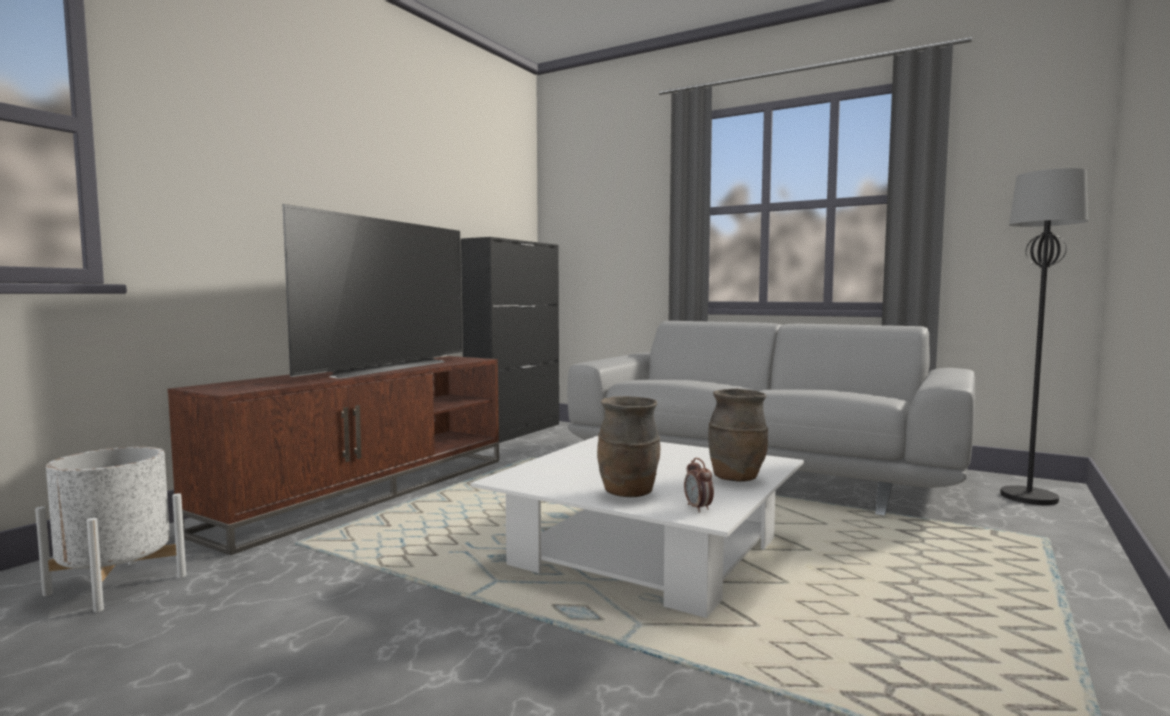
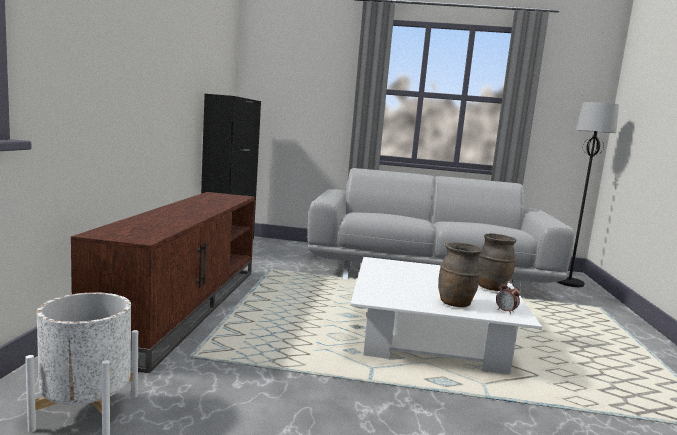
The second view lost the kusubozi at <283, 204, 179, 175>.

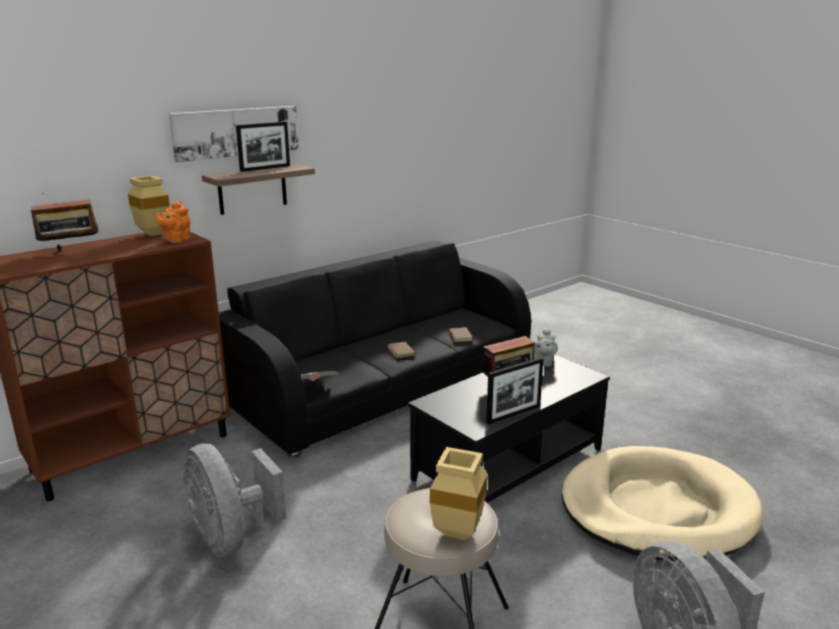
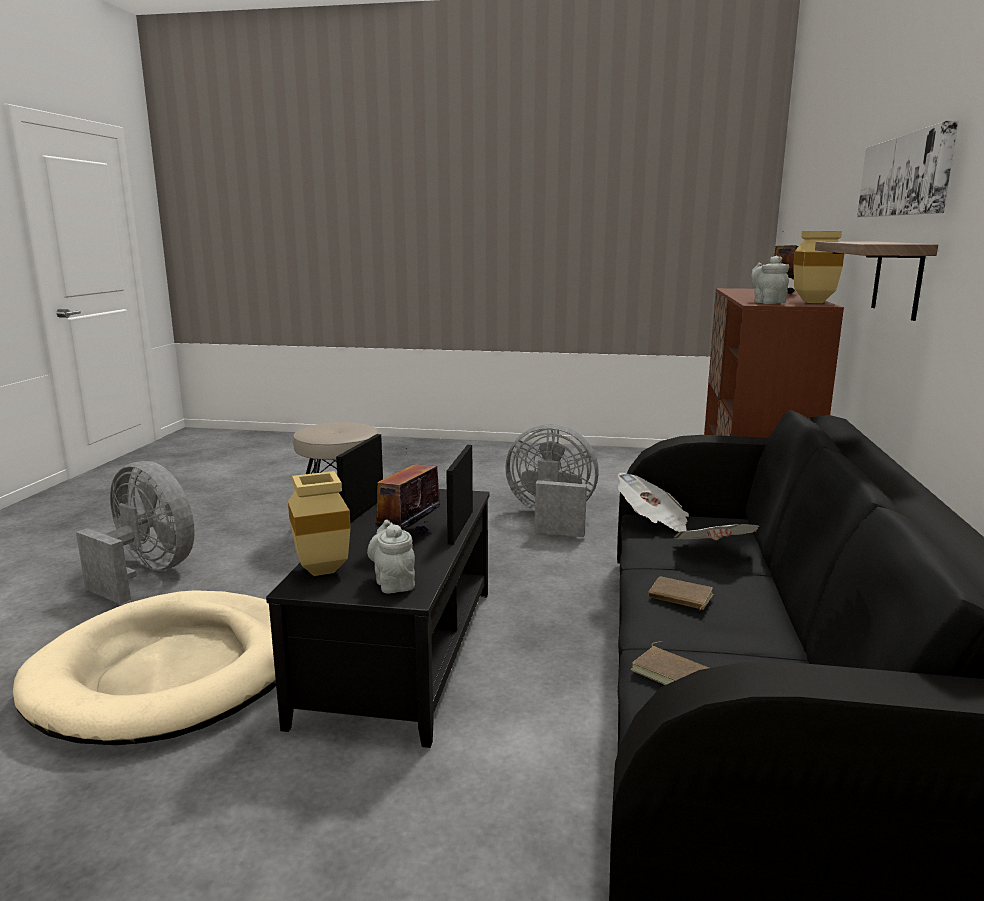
What was the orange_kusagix at <156, 201, 34, 42> turned into the grey_kusagix at <751, 256, 38, 48>. The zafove ended up elsewhere, having gone from <236, 122, 54, 50> to <446, 445, 27, 100>. The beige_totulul ended up elsewhere, having gone from <430, 447, 58, 93> to <288, 471, 63, 105>. The second view gained the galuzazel at <674, 524, 85, 17>.

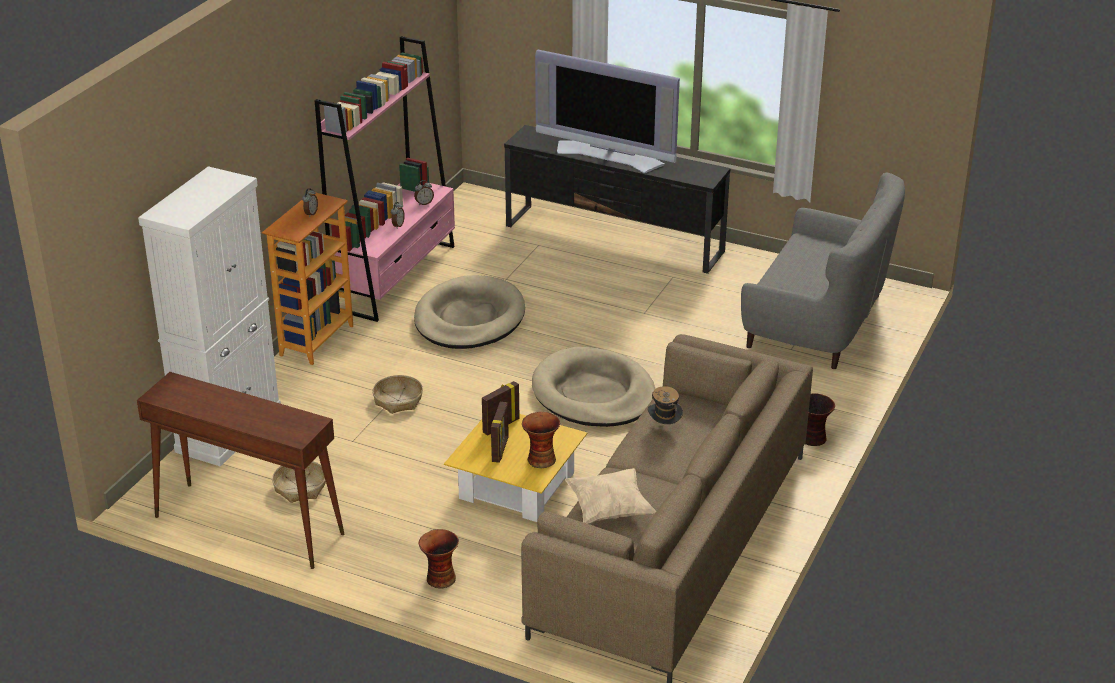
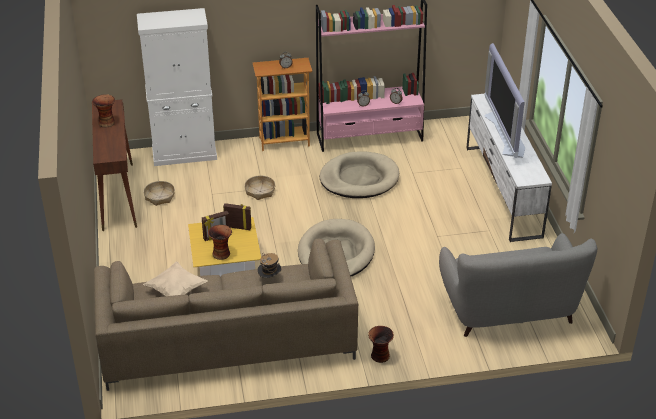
The totulul ended up elsewhere, having gone from <419, 529, 40, 60> to <92, 94, 23, 33>. What was the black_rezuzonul at <504, 125, 227, 149> turned into the white_rezuzonul at <466, 94, 86, 148>.

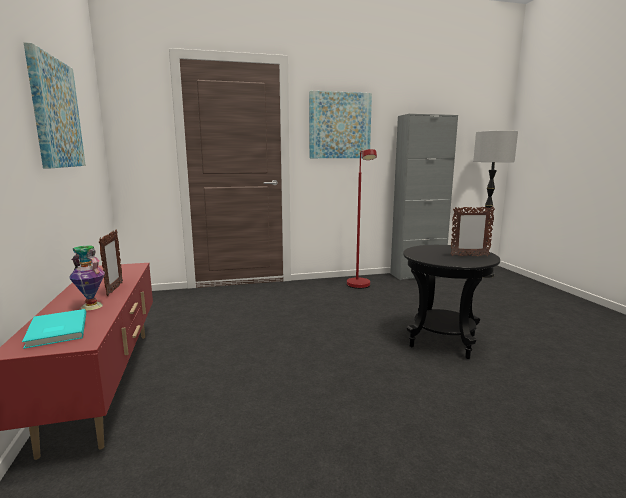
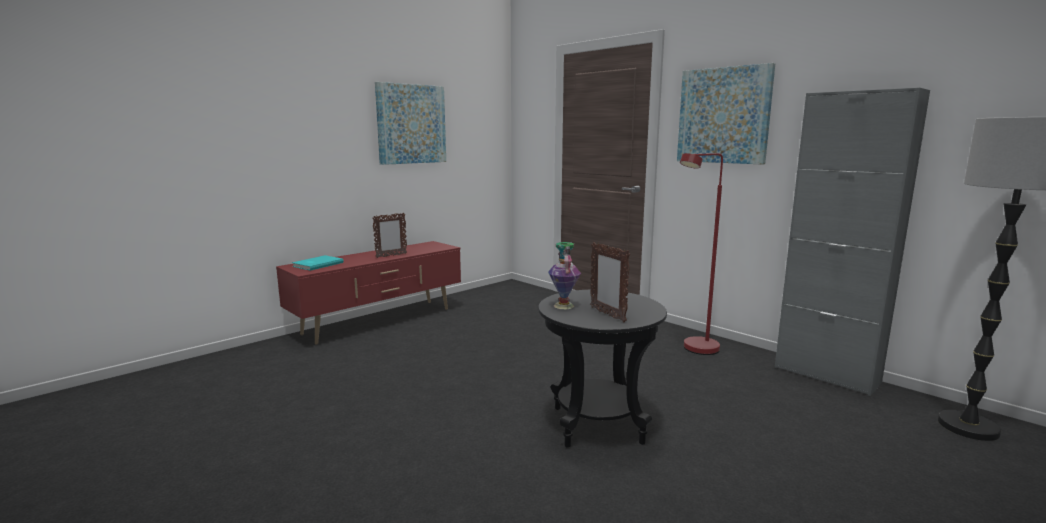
The totulul ended up elsewhere, having gone from <69, 246, 36, 64> to <548, 242, 33, 67>.

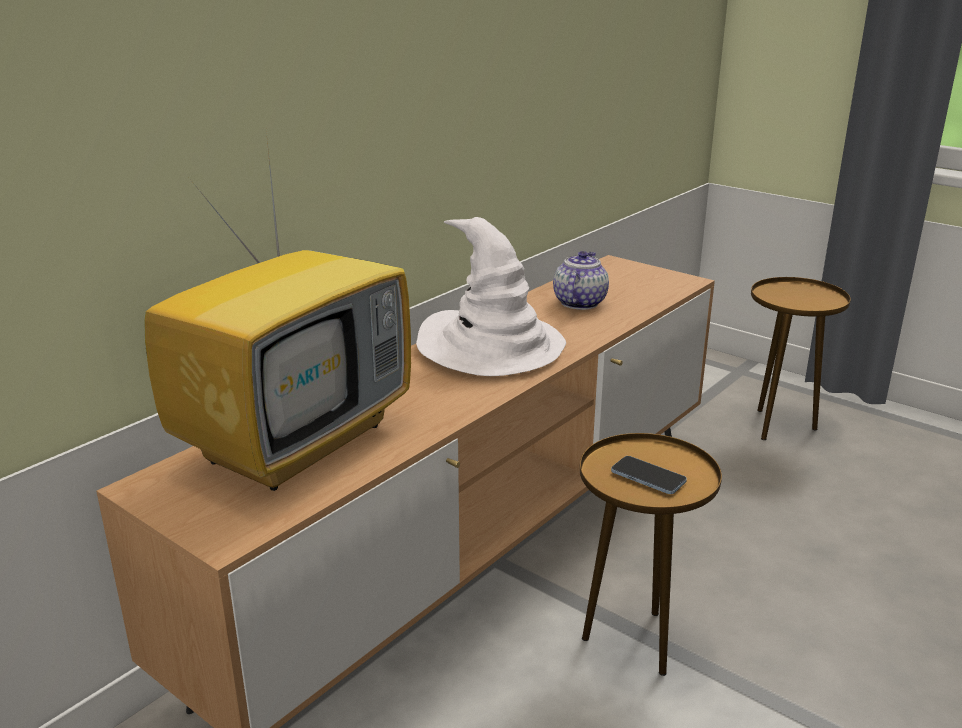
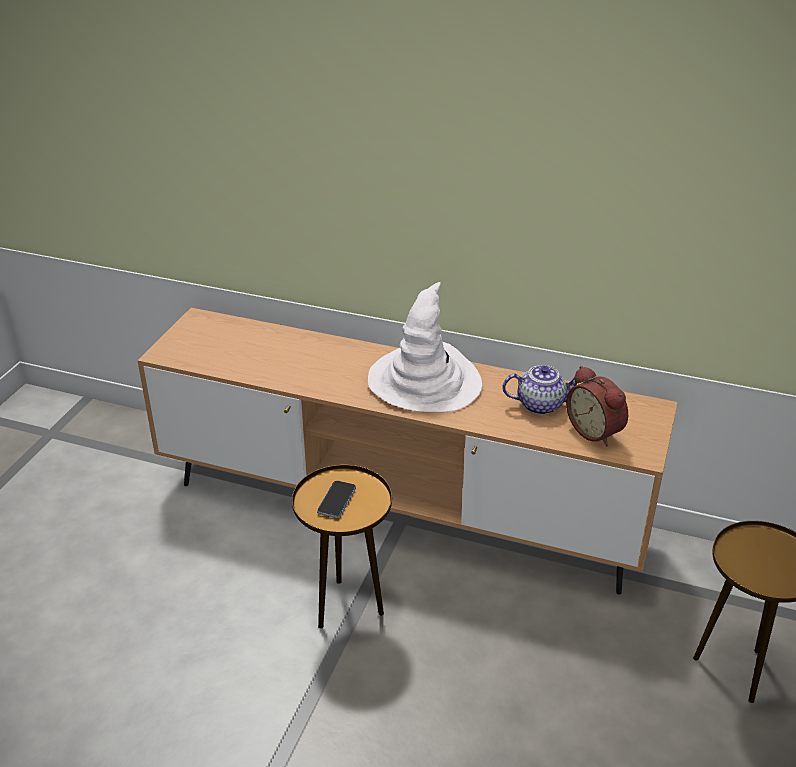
The second view lost the kusubozi at <144, 132, 267, 359>. The second view gained the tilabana at <566, 366, 62, 80>.

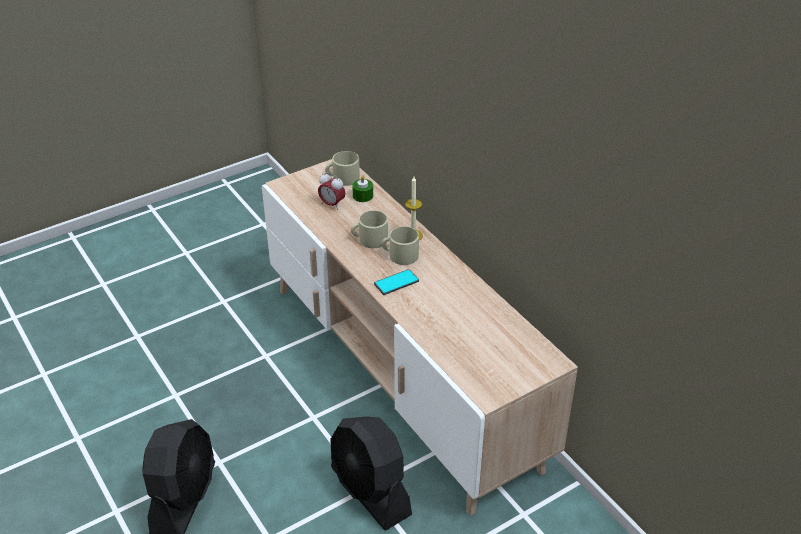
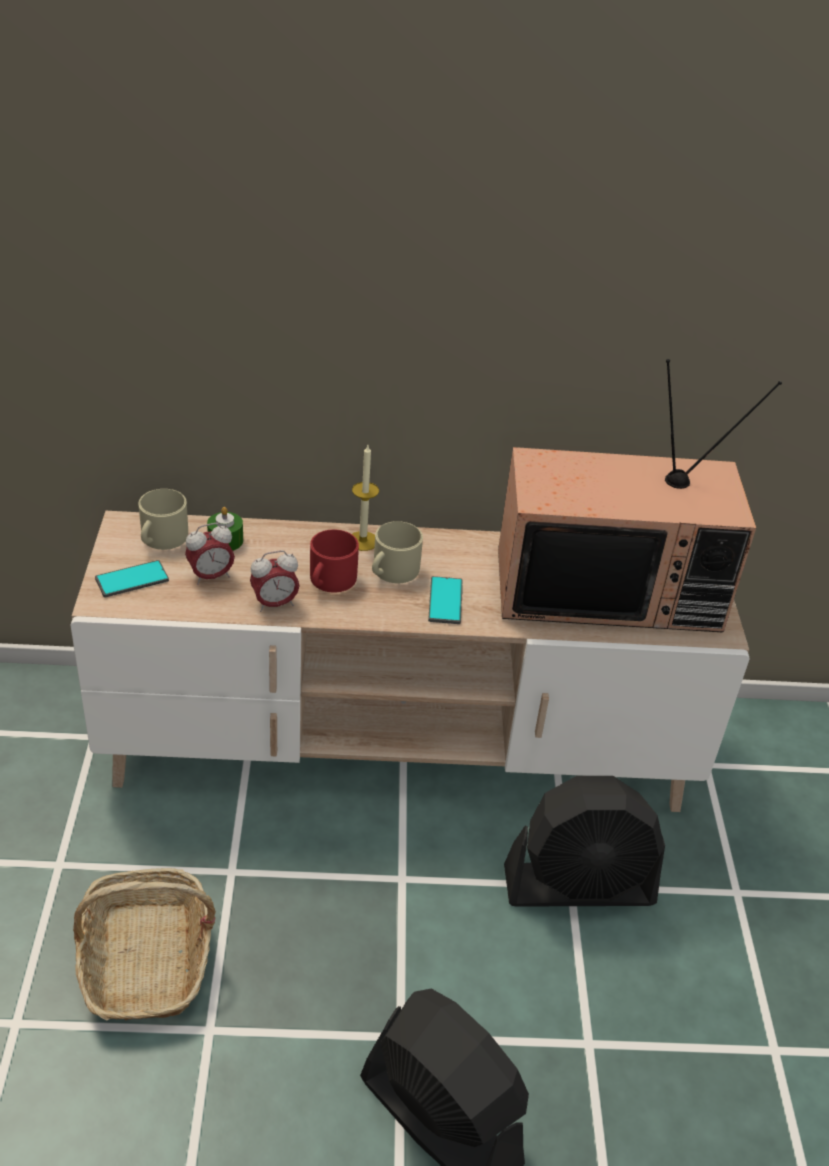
What was the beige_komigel at <351, 211, 37, 37> turned into the red_komigel at <310, 529, 49, 63>. The second view gained the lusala at <73, 868, 143, 152>. The second view gained the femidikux at <95, 560, 74, 37>. The second view gained the tilabana at <250, 550, 50, 62>. The second view gained the kusubozi at <498, 359, 284, 273>.

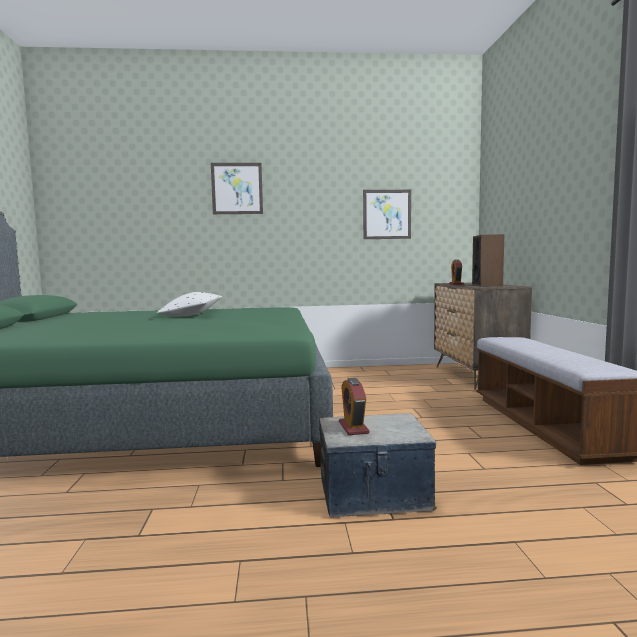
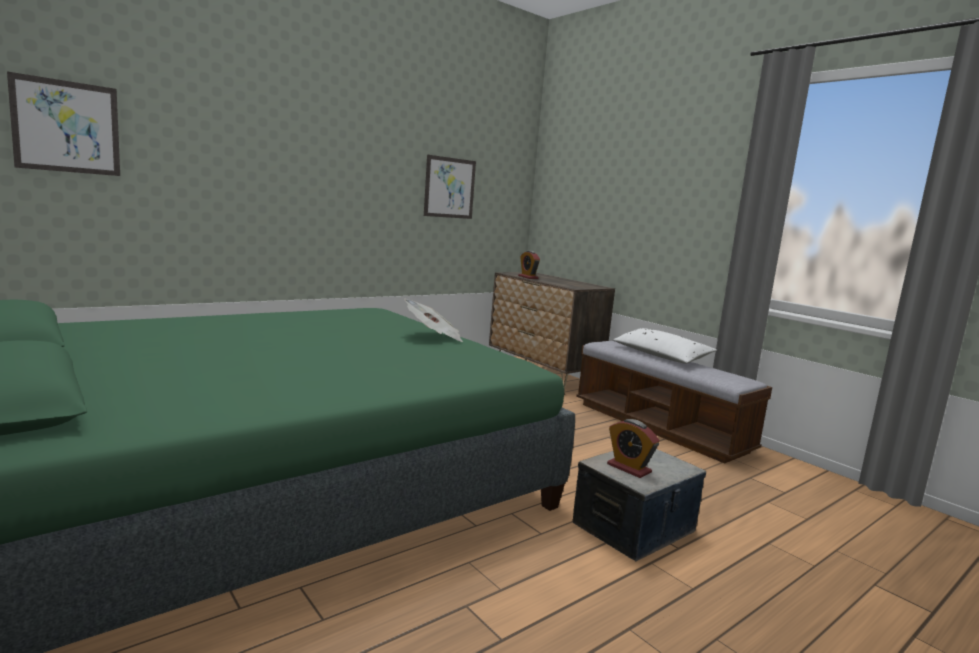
The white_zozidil ended up elsewhere, having gone from <157, 292, 65, 25> to <613, 328, 104, 36>. The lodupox ended up elsewhere, having gone from <211, 163, 52, 51> to <7, 71, 113, 105>. The second view lost the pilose at <472, 234, 32, 53>. The second view gained the galuzazel at <404, 298, 59, 44>.

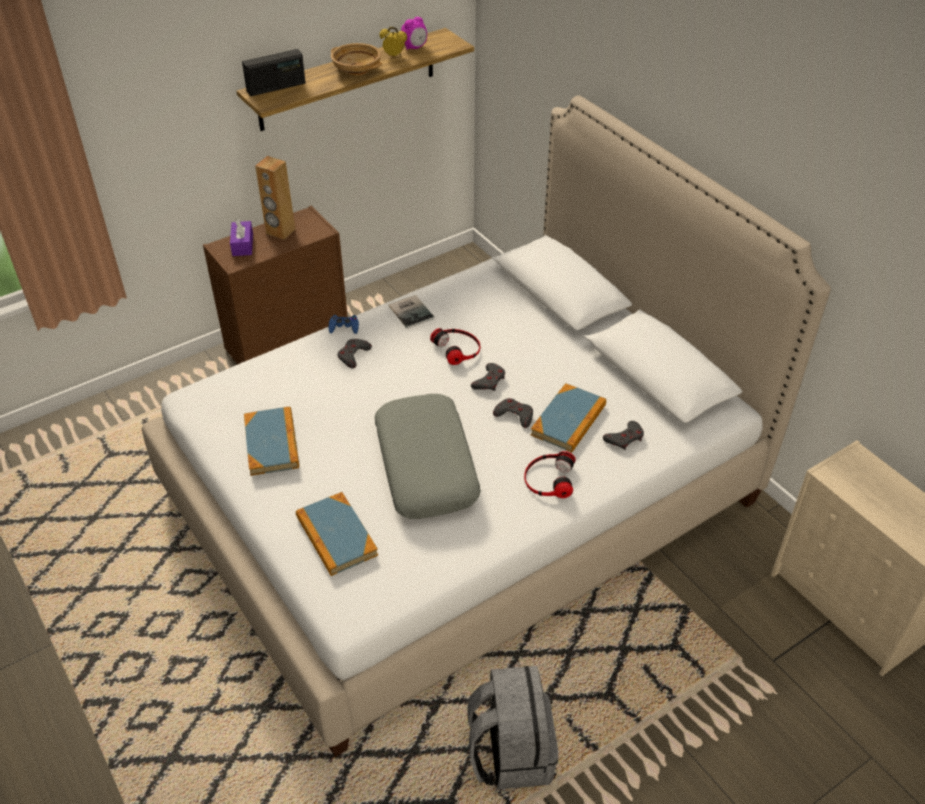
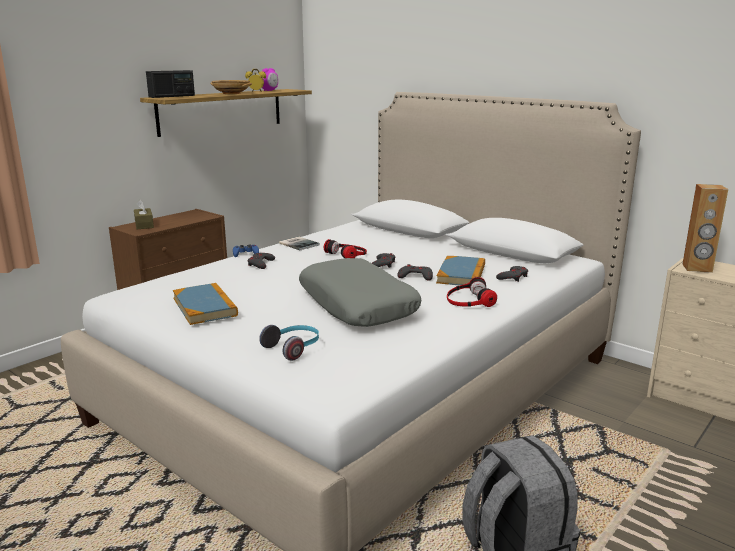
What was the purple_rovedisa at <230, 219, 23, 37> turned into the brown_rovedisa at <134, 200, 20, 29>. The brown_pilose ended up elsewhere, having gone from <255, 156, 40, 84> to <682, 184, 46, 89>. Where the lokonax stood at <296, 492, 82, 84>, the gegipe came to stand at <259, 325, 60, 36>.

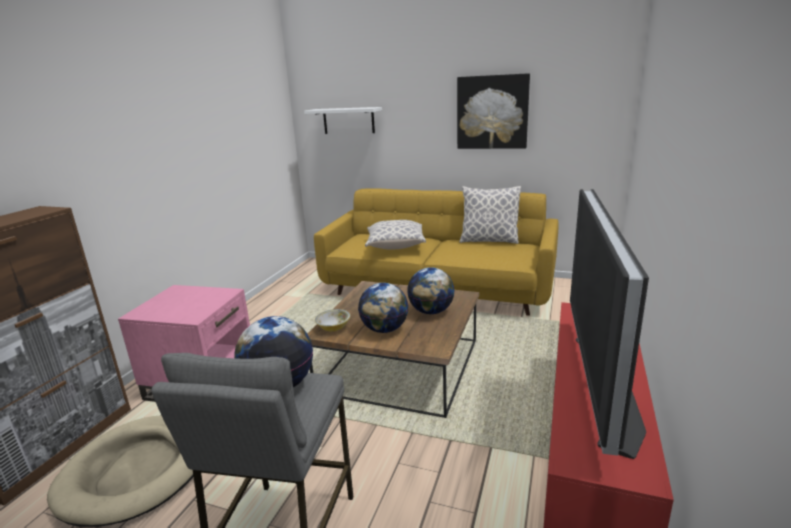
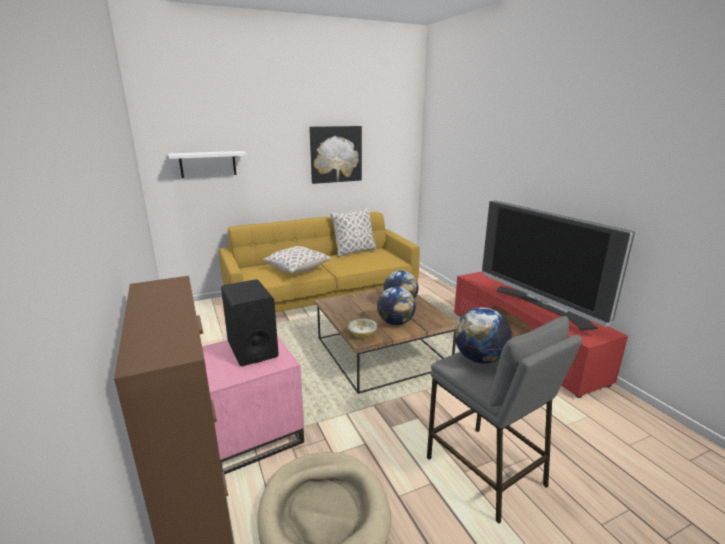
The second view gained the black_pilose at <221, 279, 58, 87>.

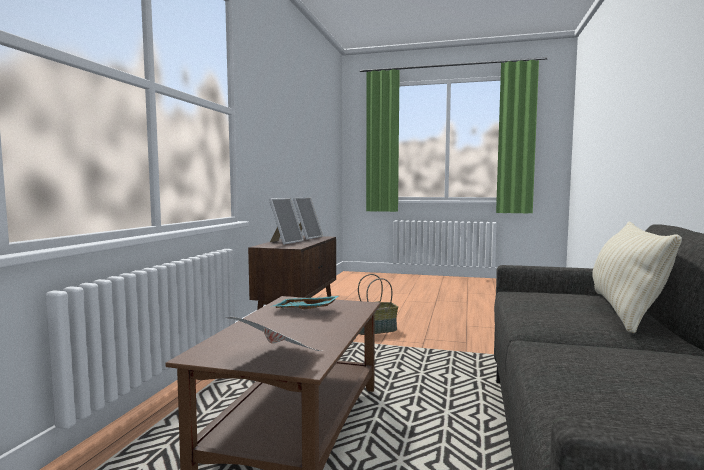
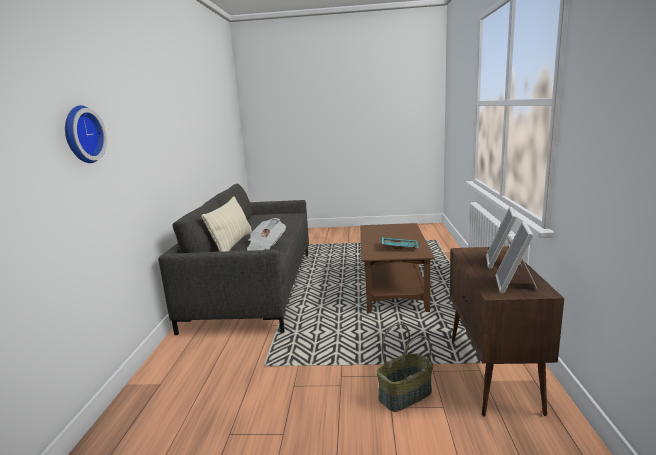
The galuzazel ended up elsewhere, having gone from <227, 317, 97, 34> to <247, 218, 39, 33>. The second view gained the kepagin at <65, 105, 42, 58>.

